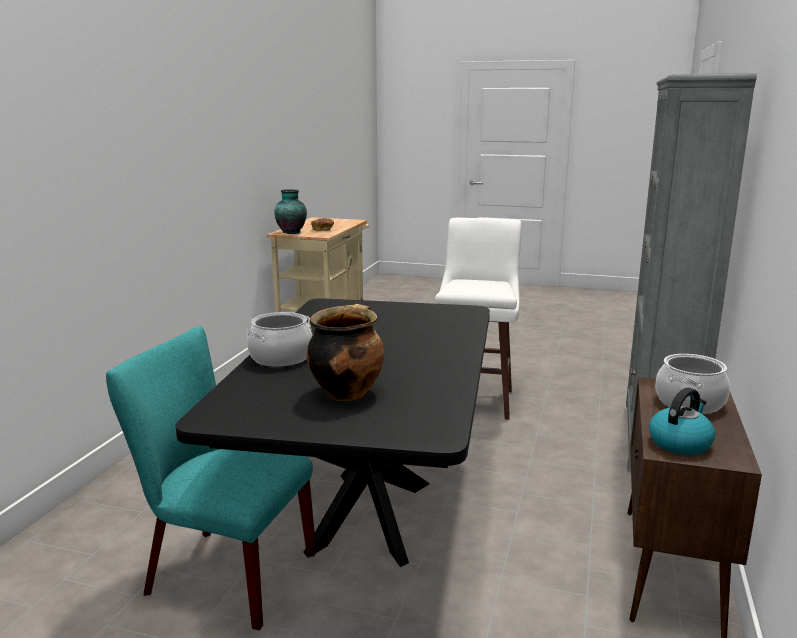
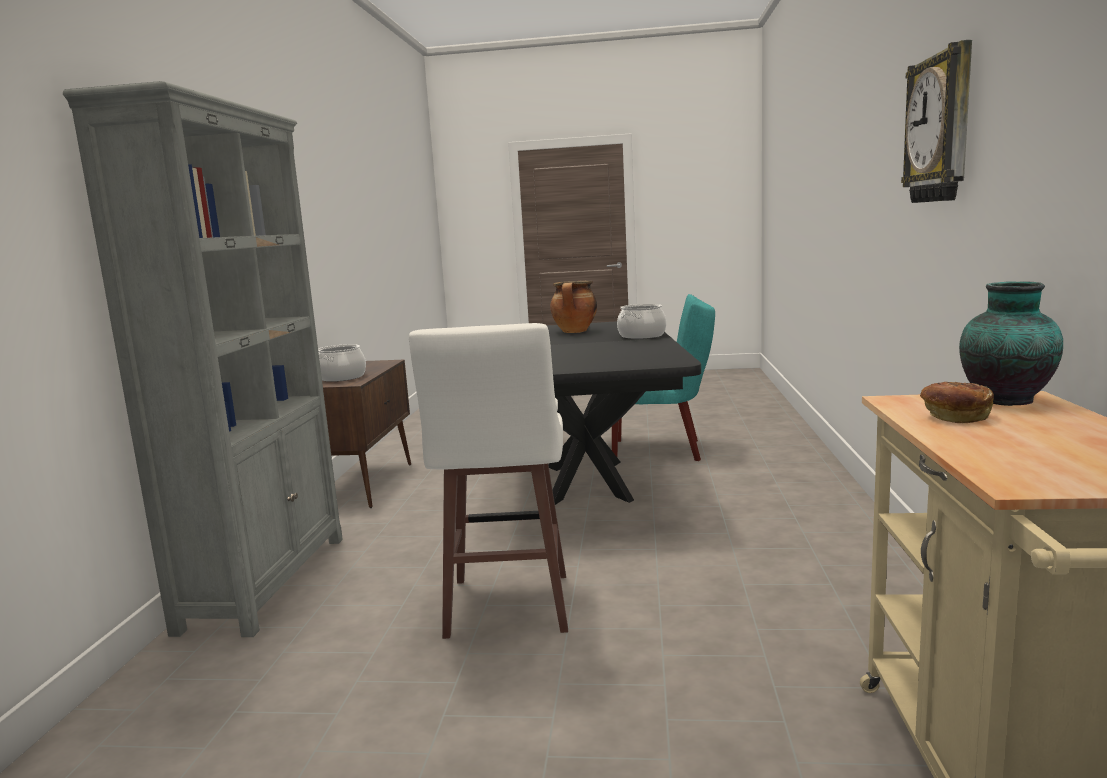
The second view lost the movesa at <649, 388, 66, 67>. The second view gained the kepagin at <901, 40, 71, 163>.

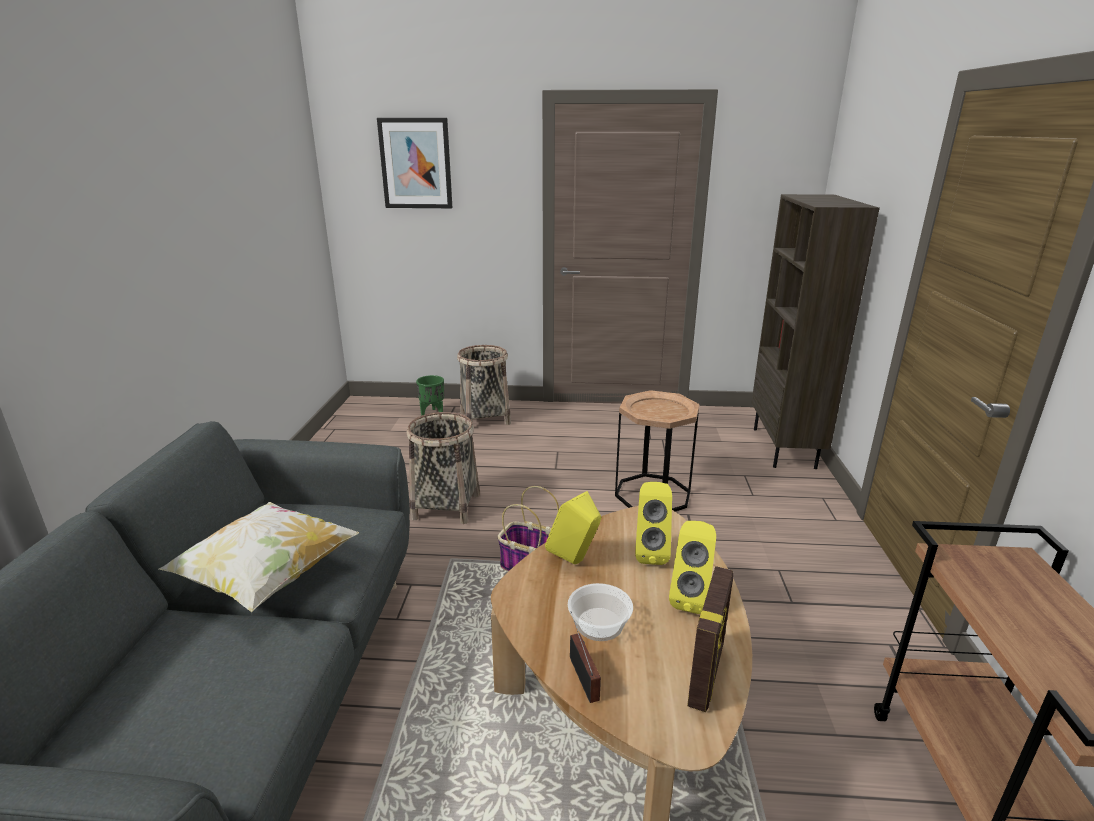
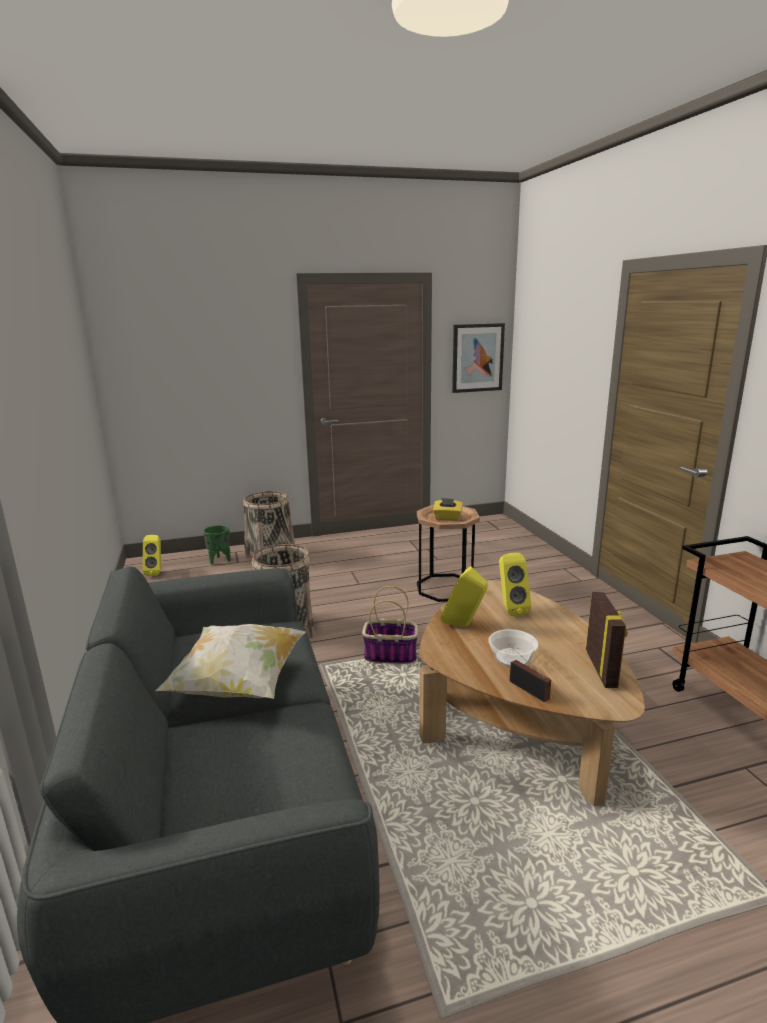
The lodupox ended up elsewhere, having gone from <377, 118, 76, 90> to <452, 323, 53, 70>. The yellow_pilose ended up elsewhere, having gone from <669, 521, 47, 93> to <142, 535, 19, 41>. The second view lost the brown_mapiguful at <751, 194, 129, 275>. The second view gained the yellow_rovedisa at <433, 498, 30, 23>.

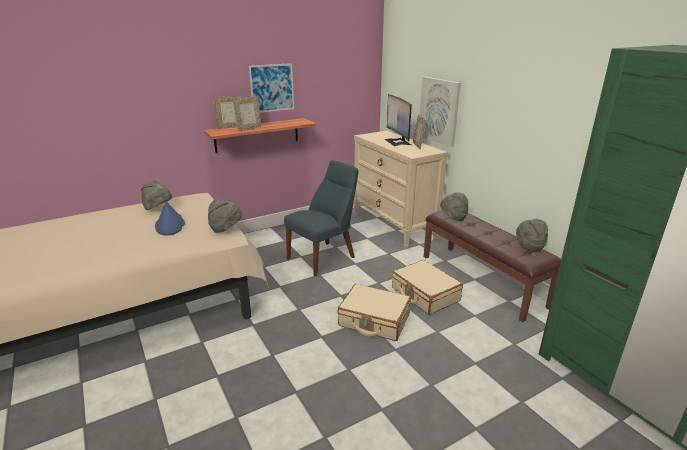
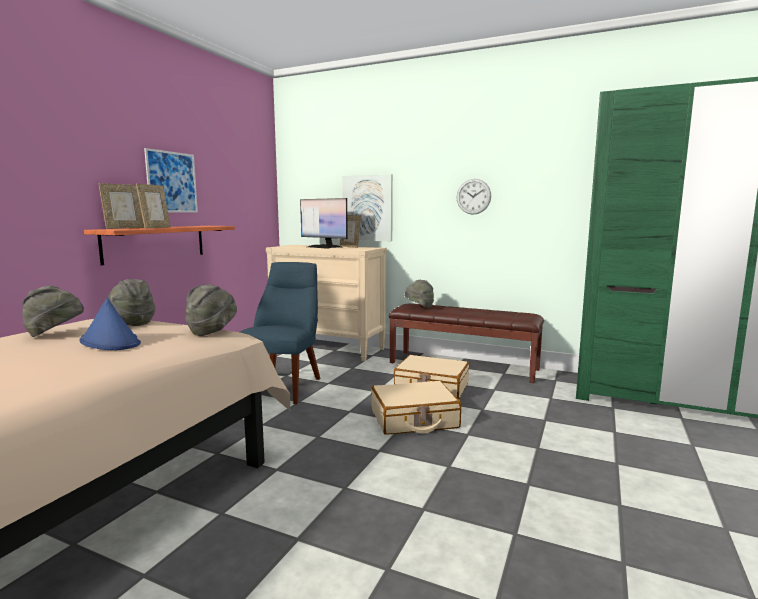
The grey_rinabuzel ended up elsewhere, having gone from <516, 219, 32, 33> to <108, 279, 47, 47>. The second view gained the kepagin at <457, 179, 34, 36>.

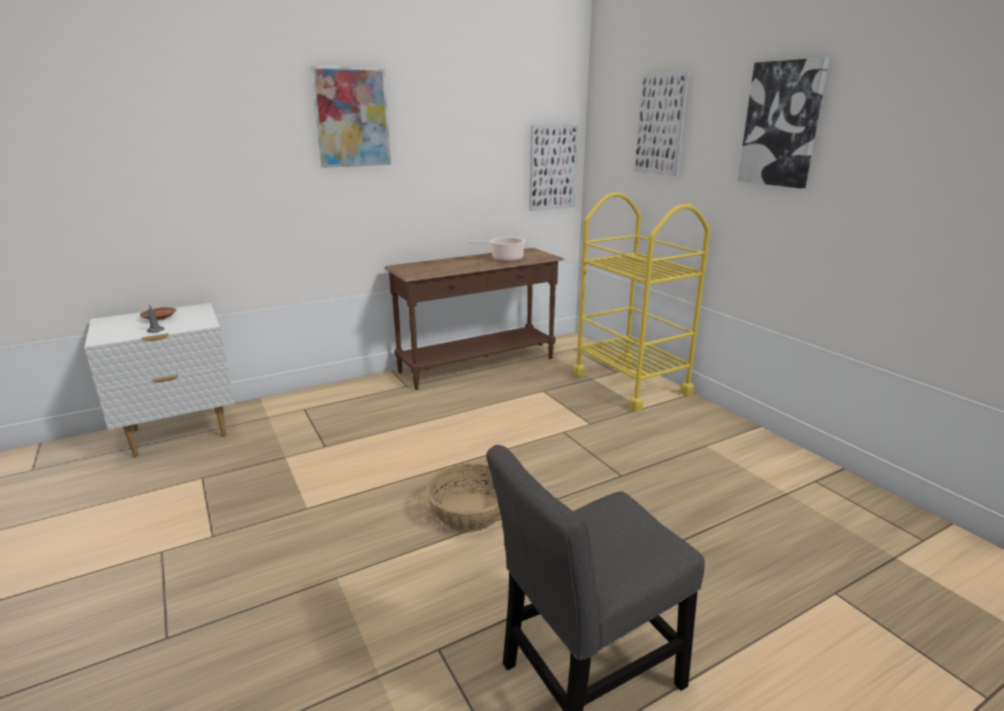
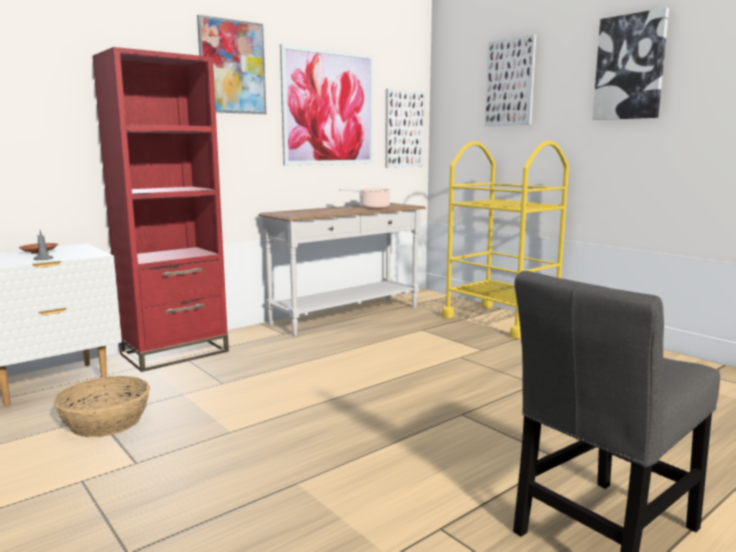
What was the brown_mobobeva at <384, 248, 180, 142> turned into the white_mobobeva at <258, 203, 168, 133>. The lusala ended up elsewhere, having gone from <426, 464, 75, 68> to <54, 376, 96, 61>. The second view gained the red_mapiguful at <92, 47, 137, 325>. The second view gained the lodupox at <280, 44, 93, 121>.

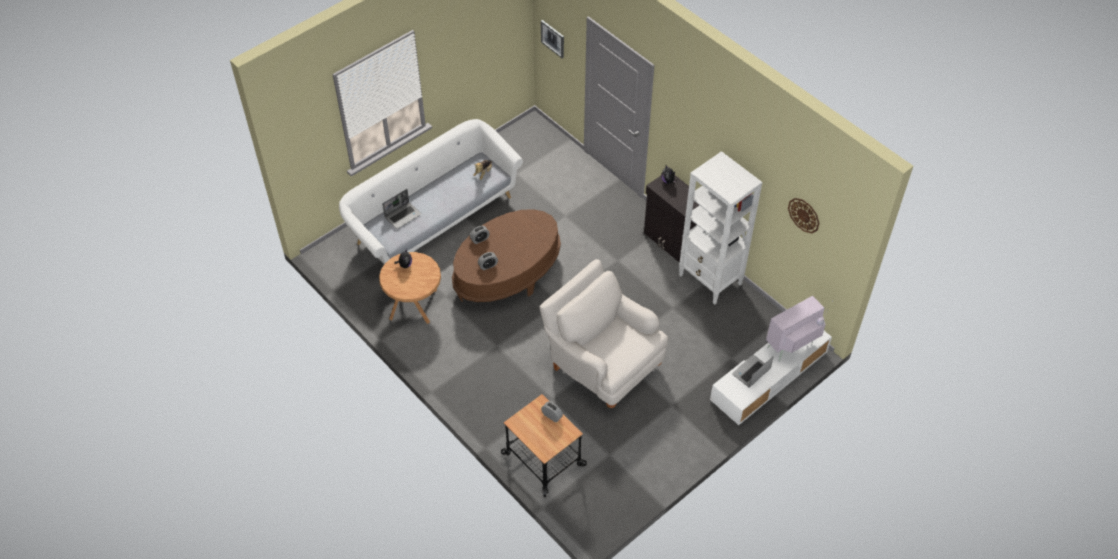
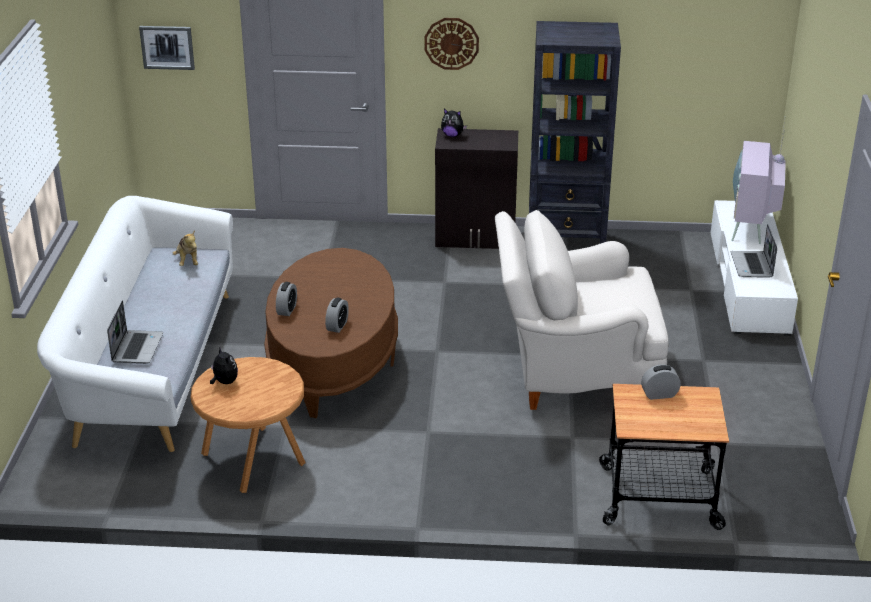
What was the white_mapiguful at <679, 151, 83, 154> turned into the black_mapiguful at <529, 21, 92, 223>. The kepagin ended up elsewhere, having gone from <788, 198, 32, 35> to <424, 18, 55, 52>.

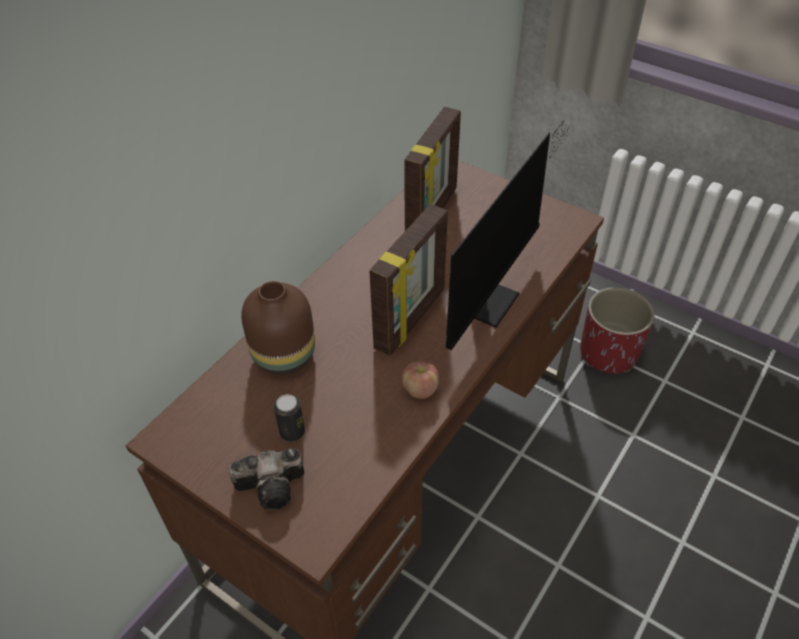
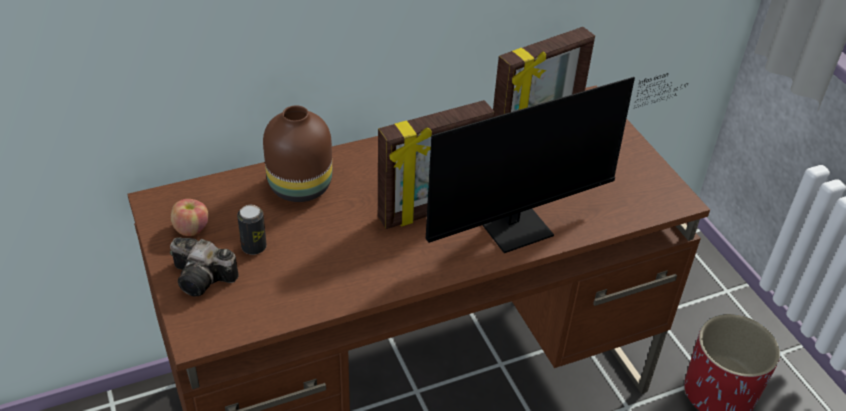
The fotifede ended up elsewhere, having gone from <402, 361, 37, 38> to <171, 199, 38, 37>.

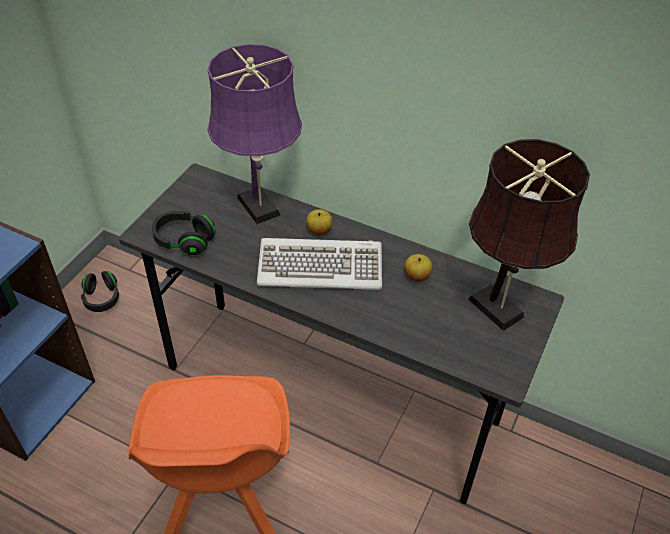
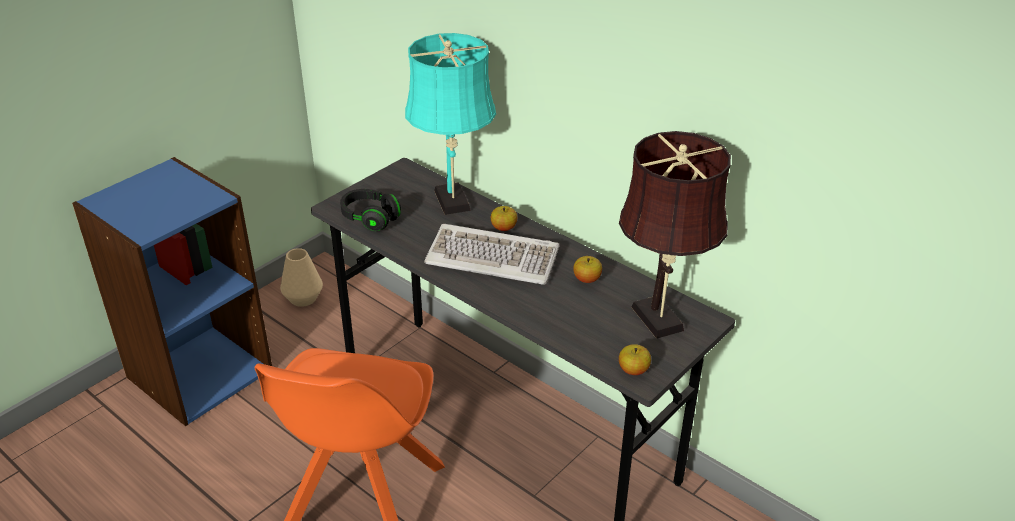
Where the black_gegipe stood at <81, 271, 38, 41>, the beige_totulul came to stand at <280, 248, 43, 59>. What was the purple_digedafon at <207, 44, 95, 180> turned into the turquoise_digedafon at <405, 33, 91, 182>. The second view gained the fotifede at <619, 344, 32, 31>.

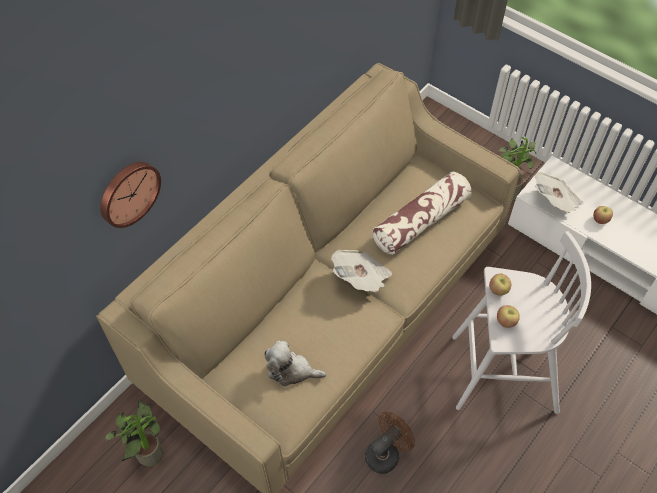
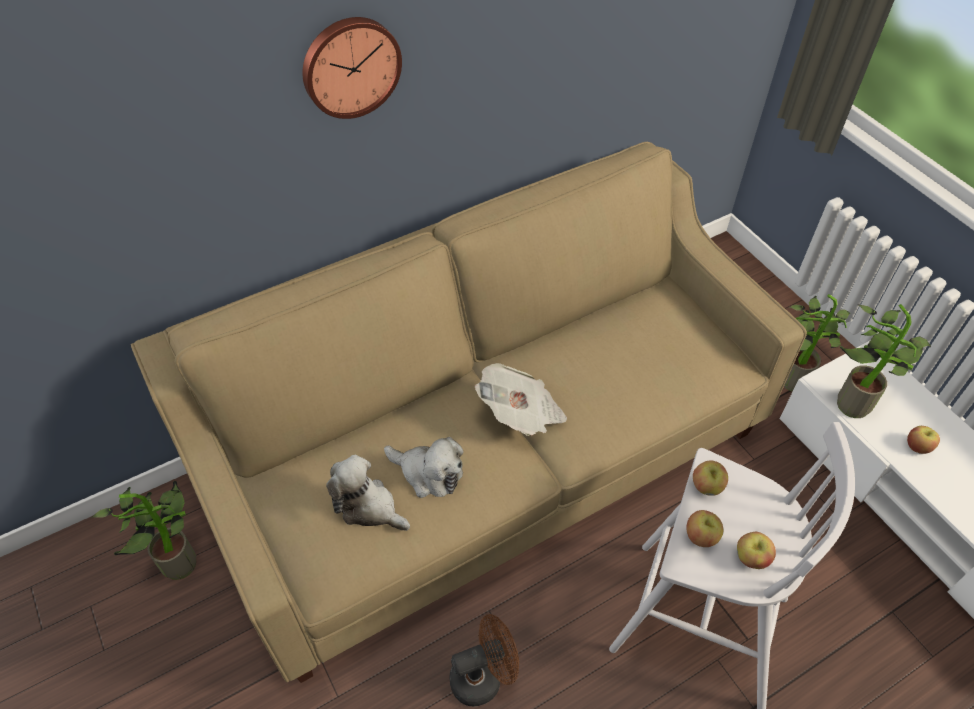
The kepagin ended up elsewhere, having gone from <100, 162, 61, 66> to <302, 17, 100, 102>. The second view lost the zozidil at <373, 172, 99, 83>. Where the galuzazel stood at <534, 172, 49, 41>, the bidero came to stand at <837, 304, 94, 114>. The second view gained the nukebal at <384, 437, 80, 61>. The second view gained the fotifede at <737, 532, 39, 37>.

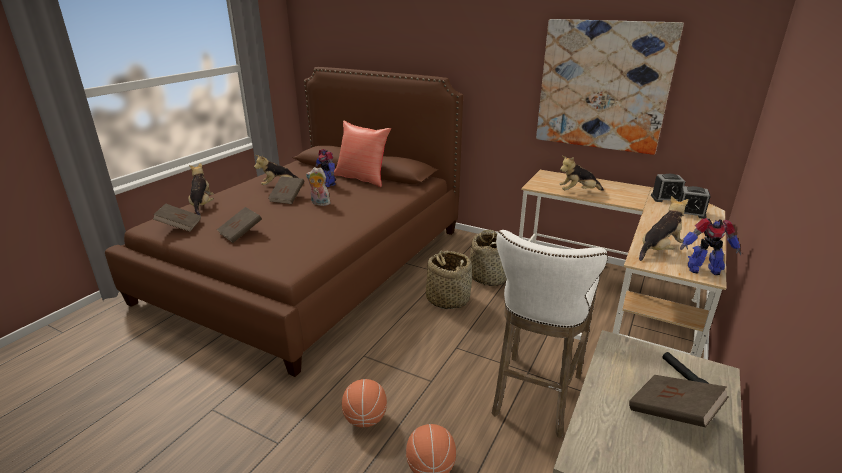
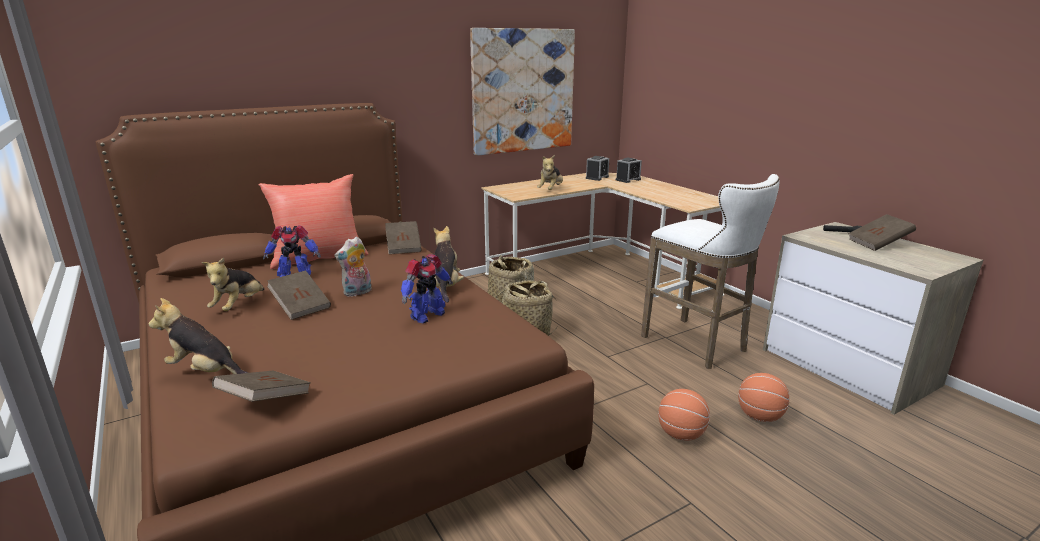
The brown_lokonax ended up elsewhere, having gone from <217, 207, 45, 36> to <385, 221, 37, 33>. The nukebal ended up elsewhere, having gone from <639, 196, 49, 65> to <433, 226, 31, 77>. The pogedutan ended up elsewhere, having gone from <680, 218, 61, 57> to <401, 254, 52, 69>.

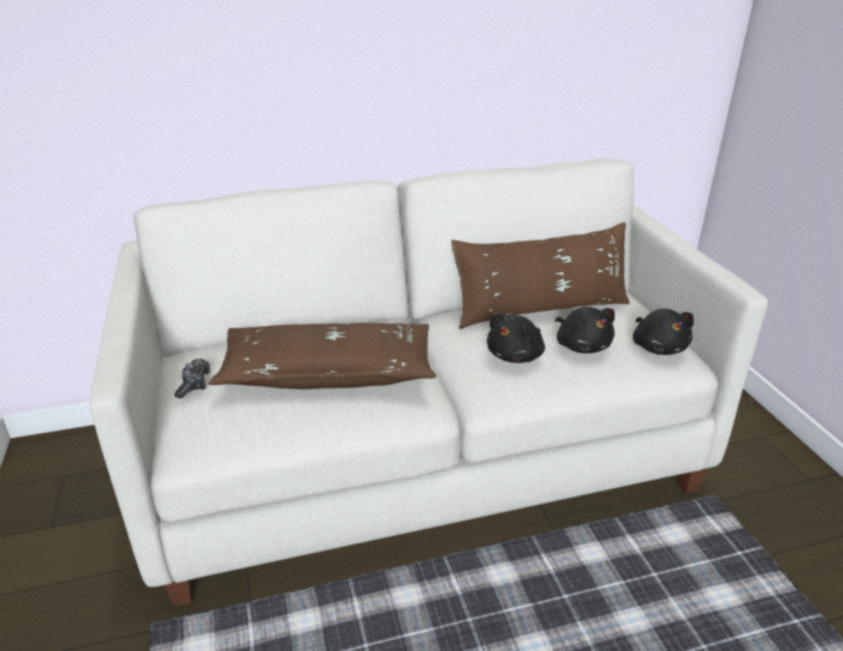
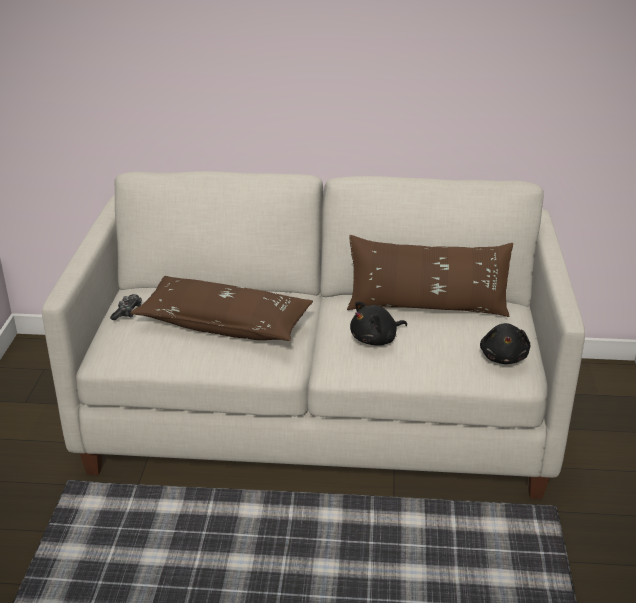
The second view lost the black_nukebal at <555, 307, 60, 46>.

